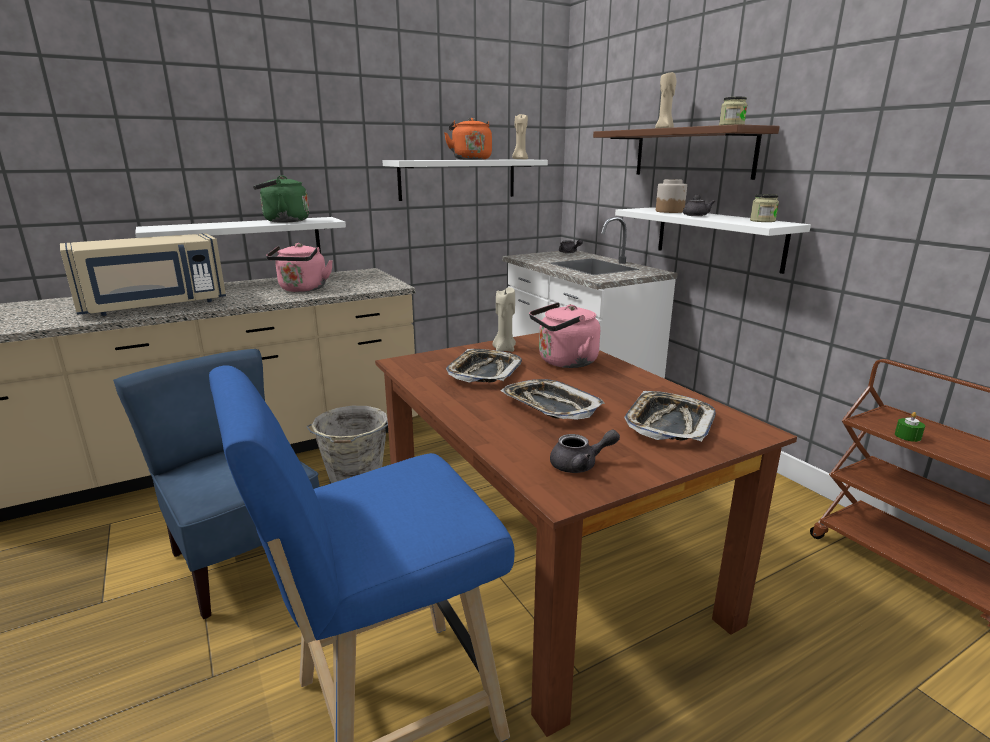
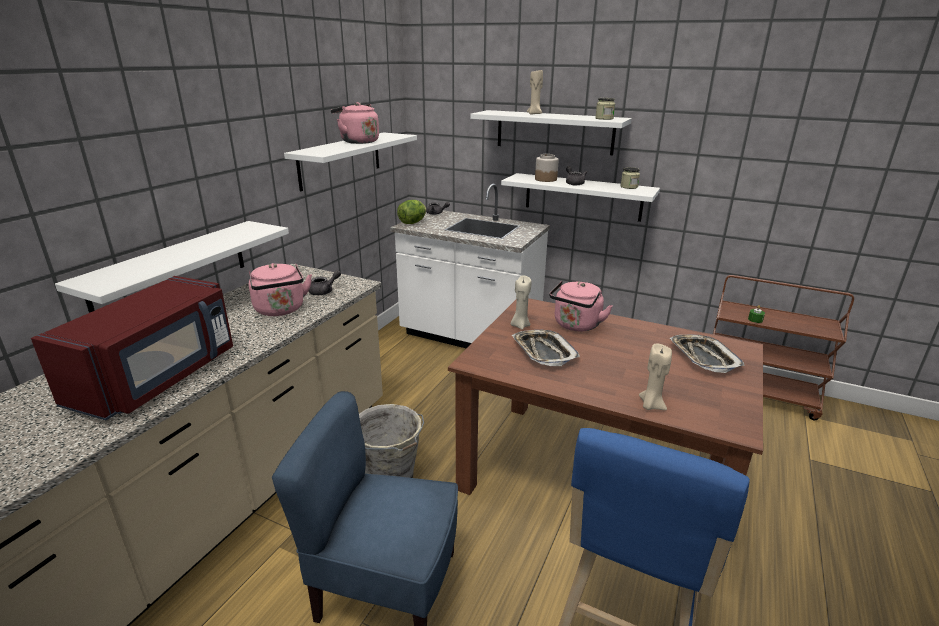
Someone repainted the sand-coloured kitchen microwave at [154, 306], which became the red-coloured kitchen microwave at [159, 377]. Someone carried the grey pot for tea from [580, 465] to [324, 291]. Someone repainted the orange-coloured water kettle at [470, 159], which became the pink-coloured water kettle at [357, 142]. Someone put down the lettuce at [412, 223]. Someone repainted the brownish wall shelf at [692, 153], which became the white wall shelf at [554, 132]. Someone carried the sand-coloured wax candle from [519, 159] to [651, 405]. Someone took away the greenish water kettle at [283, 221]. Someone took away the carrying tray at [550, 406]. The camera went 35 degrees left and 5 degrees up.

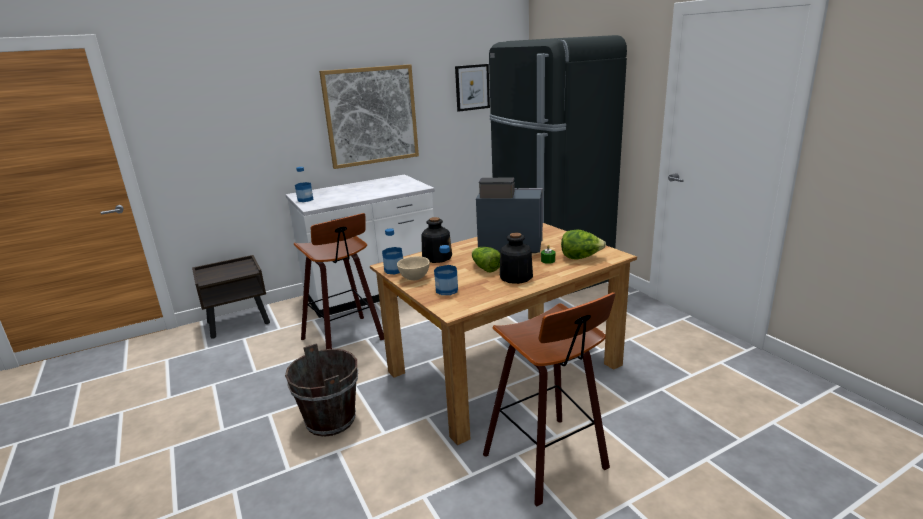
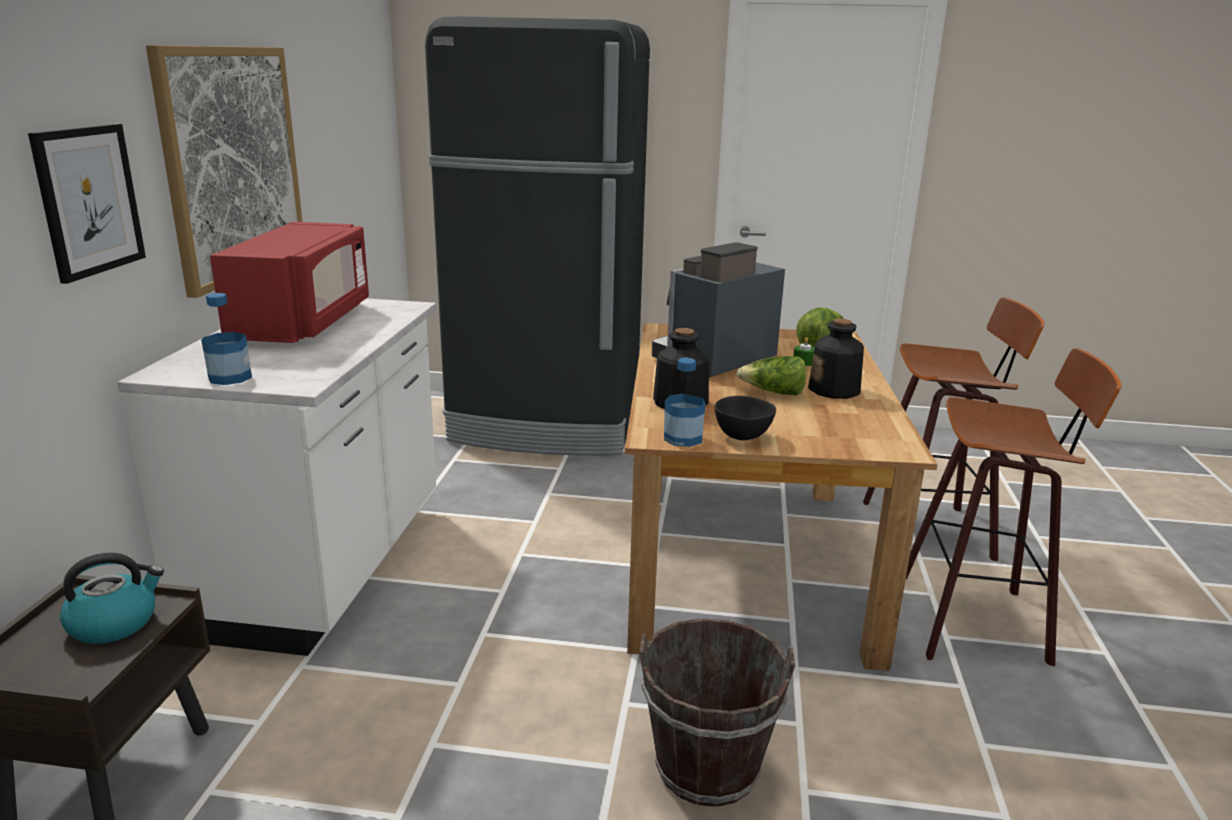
Someone carried the wall picture from [472, 87] to [89, 200]. Someone put down the water kettle at [114, 623]. Someone put down the red-coloured kitchen microwave at [304, 322]. Someone repainted the sand-coloured deep dish at [414, 278], which became the blackish deep dish at [743, 437]. Someone carried the sitting stool from [346, 339] to [931, 531]. Someone took away the bottle at [447, 290]. The camera went 55 degrees left and 0 degrees up.

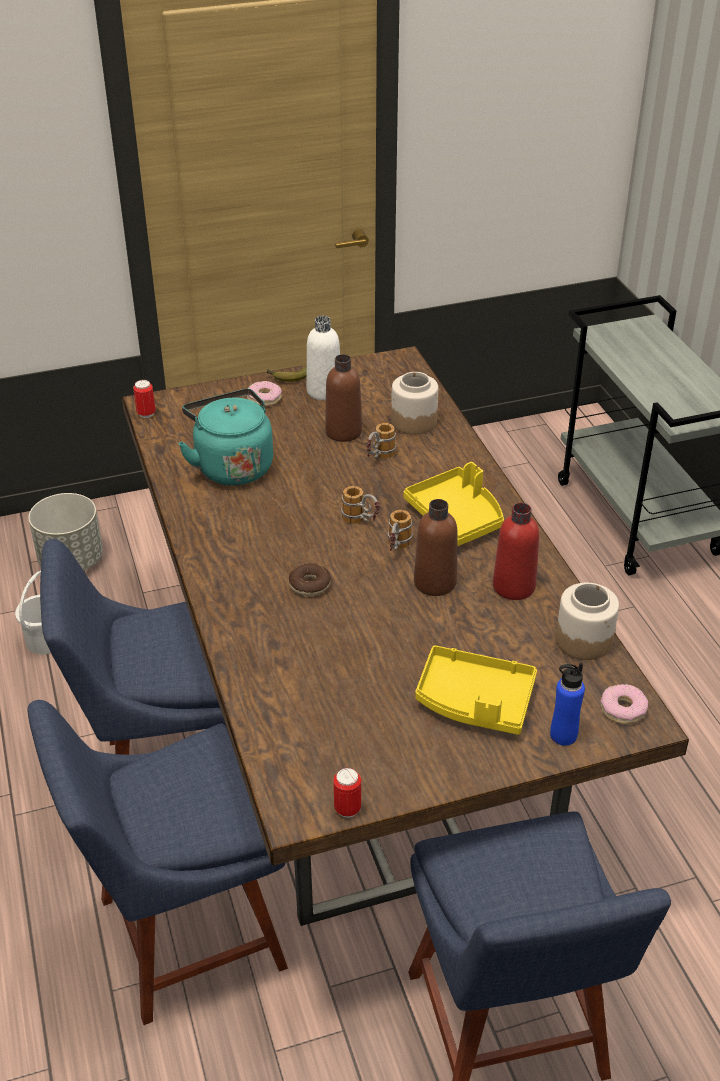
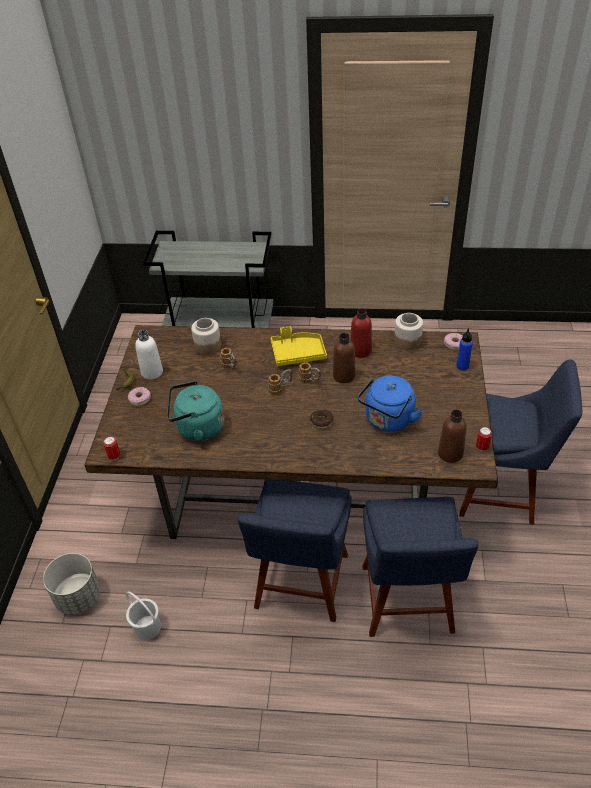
Someone put down the blue-coloured water kettle at [388, 421]. Someone carried the brownish bottle from [343, 432] to [450, 453]. Someone took away the yellow carrying tray at [474, 701]. The camera went 65 degrees left and 5 degrees up.

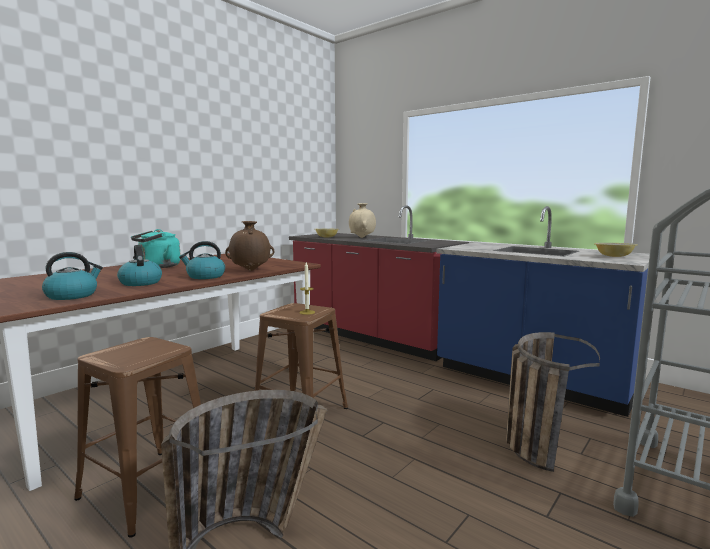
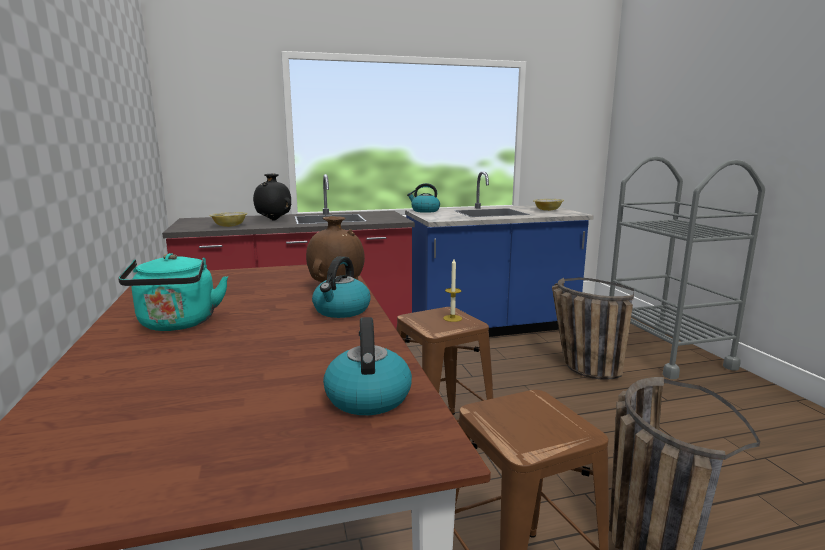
Someone repainted the sand-coloured flower vase at [362, 237], which became the blackish flower vase at [274, 220]. Someone carried the water kettle from [140, 283] to [424, 211]. The camera went 55 degrees left and 5 degrees up.

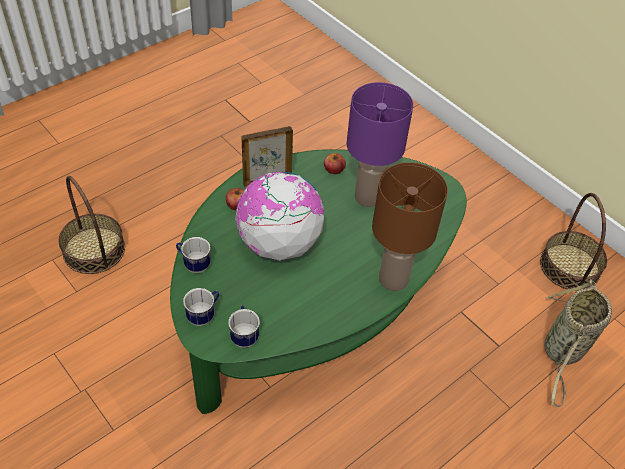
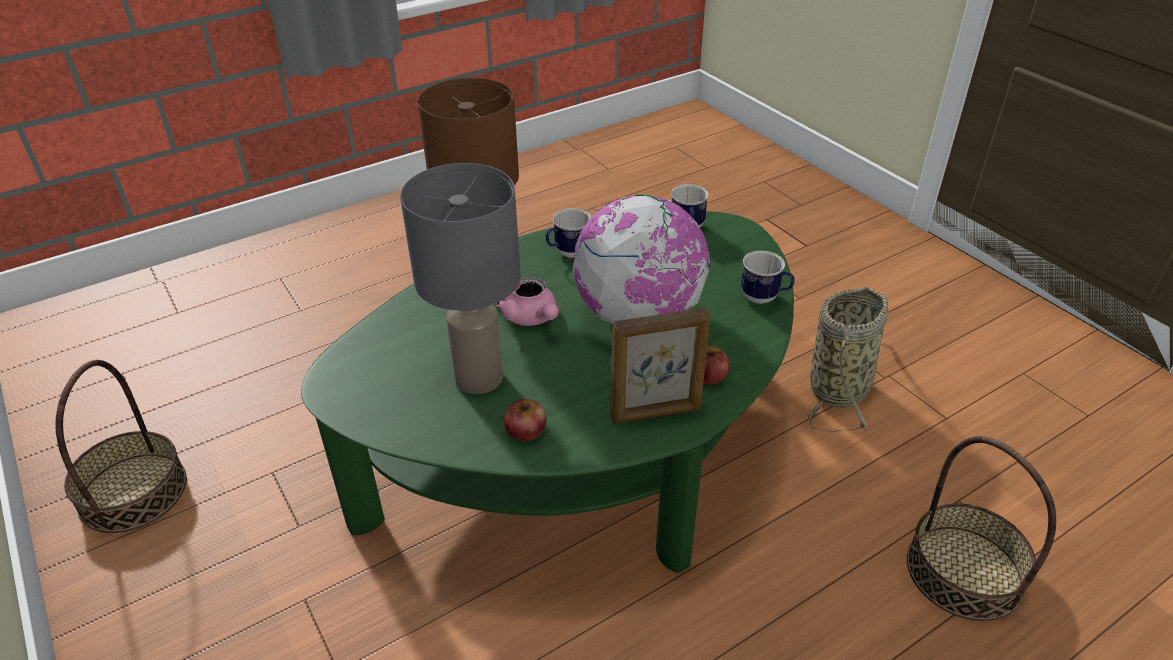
Someone repainted the purple-coloured table lamp at [368, 196], which became the grey table lamp at [477, 378]. Someone put down the pink-coloured pot for tea at [532, 318]. Someone carried the mug from [204, 315] to [568, 253]. Someone carried the household basket from [563, 352] to [840, 386]. The camera went 170 degrees left and 10 degrees down.

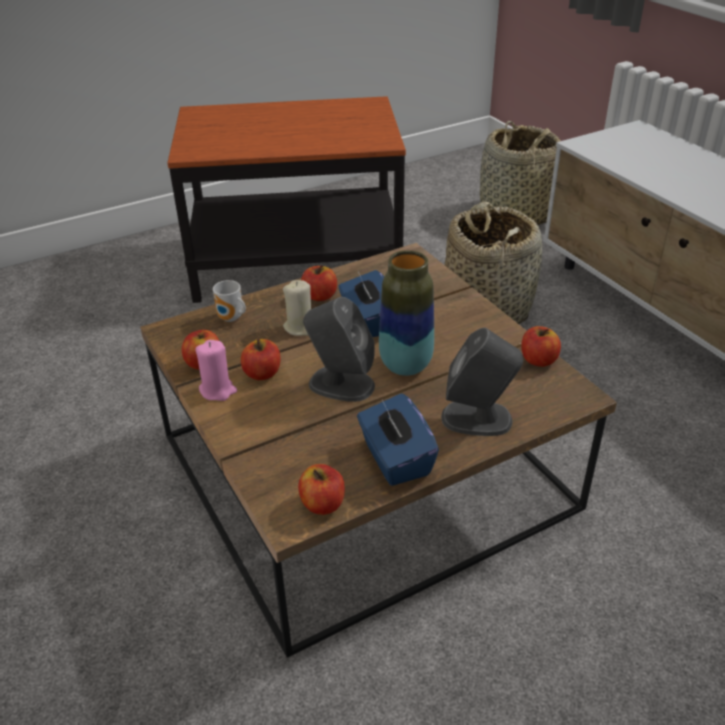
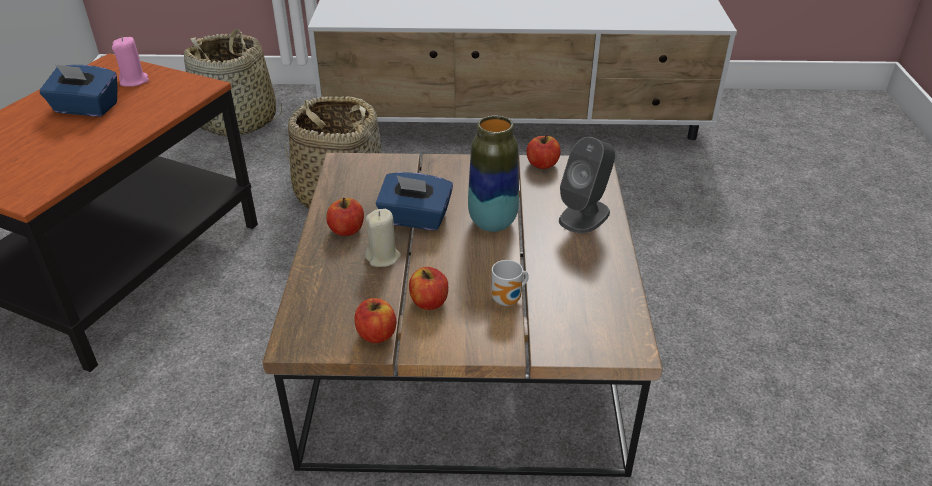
Someone carried the blue-coloured tissue box from [395, 459] to [86, 108]. Someone carried the pink-coloured wax candle from [218, 390] to [134, 81]. Someone carried the mug from [231, 319] to [509, 300]. Someone took away the apple at [323, 504]. Someone took away the grey audio speaker at [340, 384]. The camera went 60 degrees left and 0 degrees up.

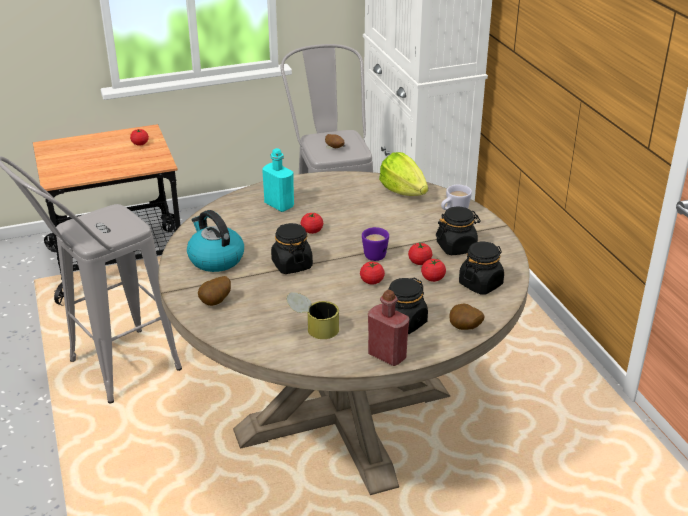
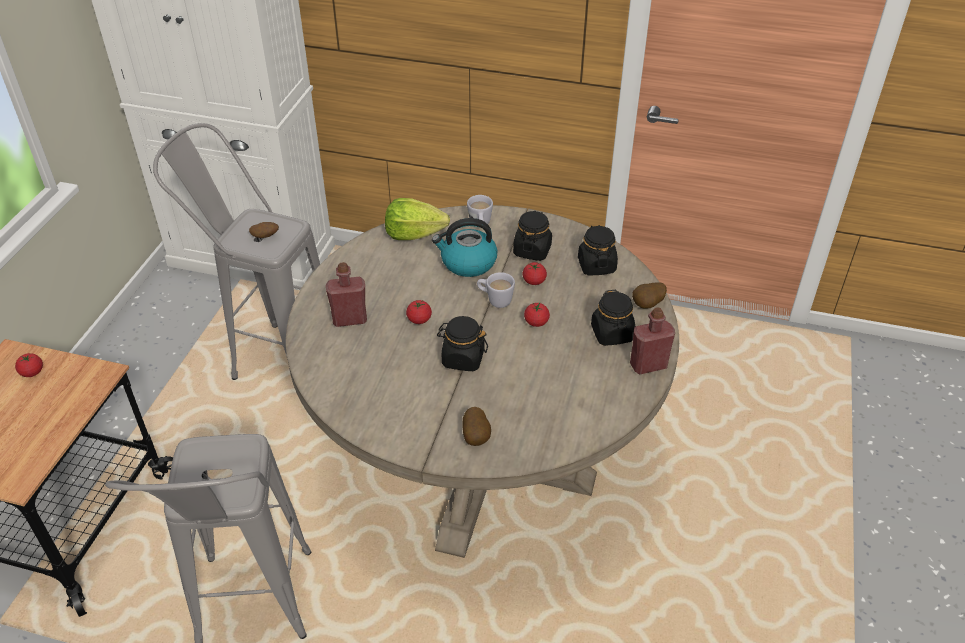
Someone repainted the blue-green bottle at [279, 205], which became the red-coloured bottle at [349, 319]. Someone carried the water kettle from [215, 259] to [467, 263]. Someone repainted the purple-coloured mug at [373, 253], which became the white mug at [495, 300]. Someone took away the metal can at [313, 328]. Someone took away the whole tomato at [433, 278]. The camera went 55 degrees left and 10 degrees up.

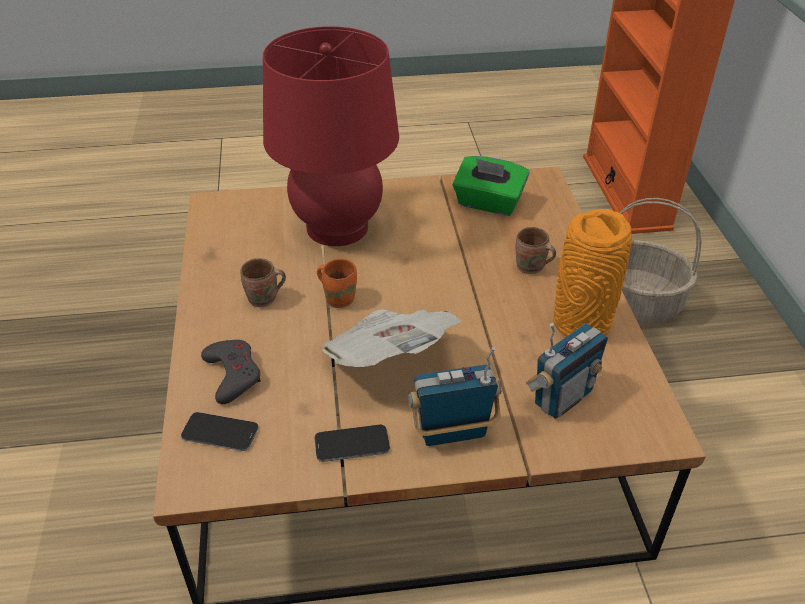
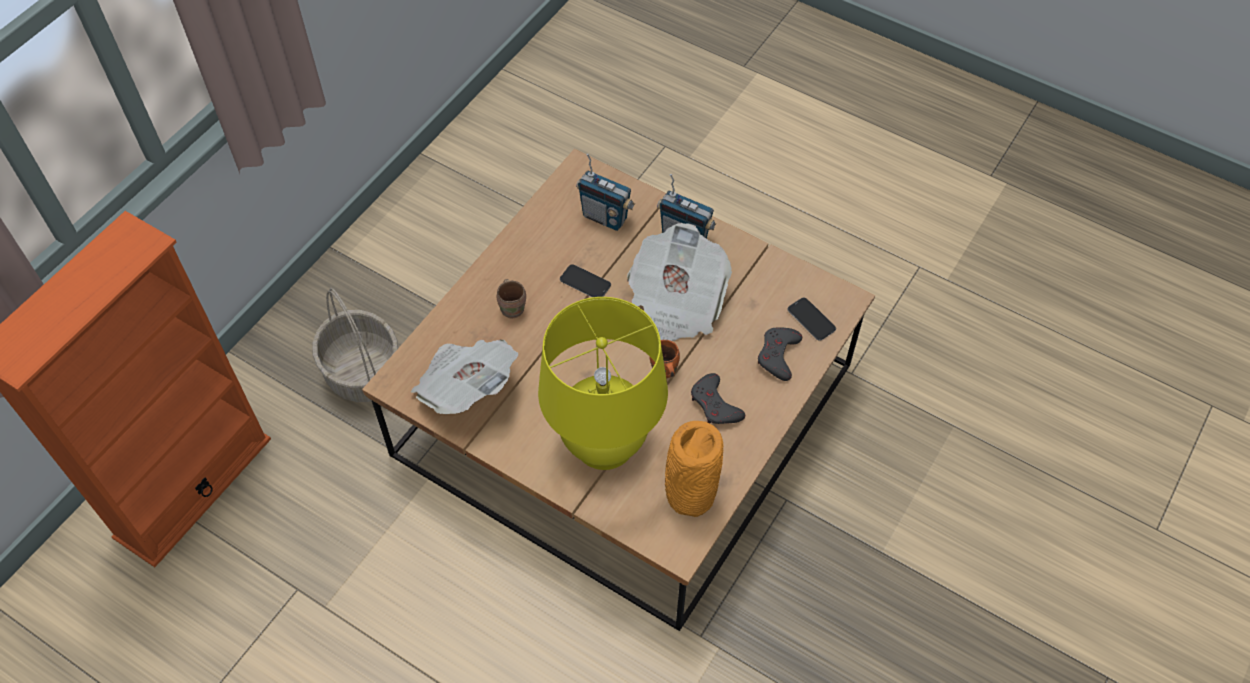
Someone swapped the greenish tissue box at [488, 203] for the printed paper at [466, 387]. Someone repainted the red-coloured table lamp at [337, 227], which became the yellow table lamp at [604, 443]. Someone carried the telephone from [352, 444] to [585, 283]. Someone rotated the radio receiver at [562, 397] by 150 degrees counterclockwise. Someone carried the orange-coloured flower vase from [581, 322] to [689, 496]. Someone swapped the brownish mug at [264, 300] for the grey gamepad at [715, 405]. The camera went 140 degrees left and 15 degrees up.

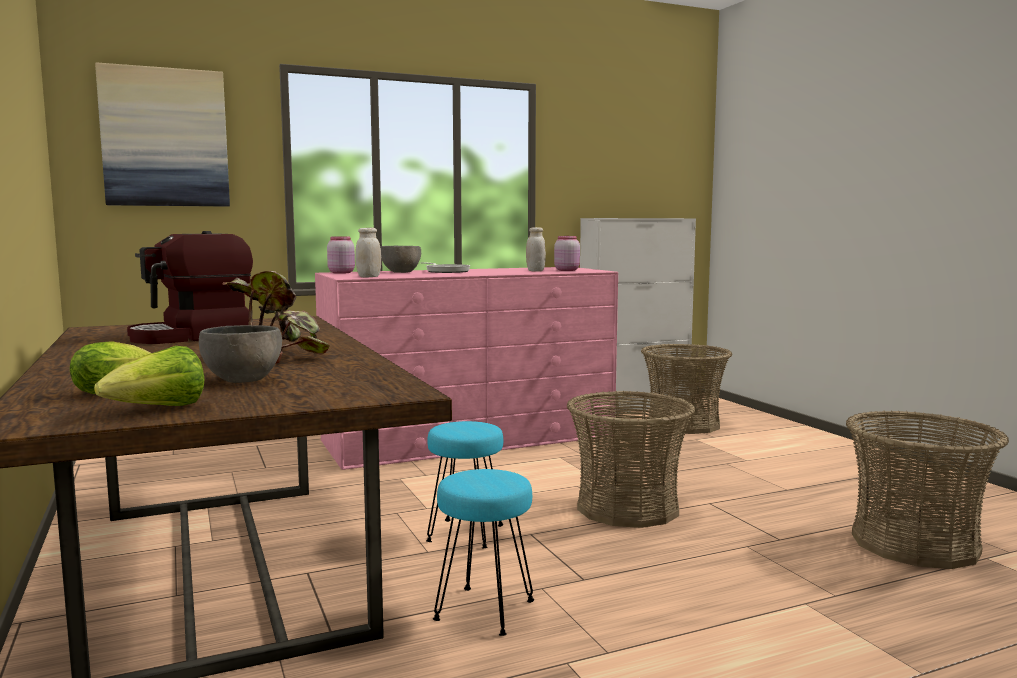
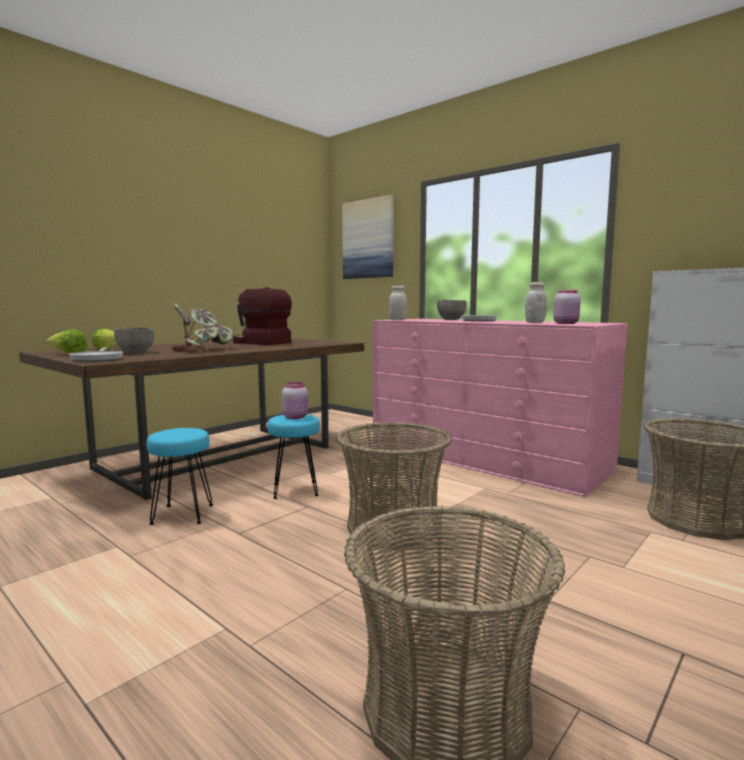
Someone put down the skillet at [98, 359]. Someone carried the pink-coloured storage jar from [341, 272] to [296, 417]. The camera went 65 degrees right and 0 degrees up.

